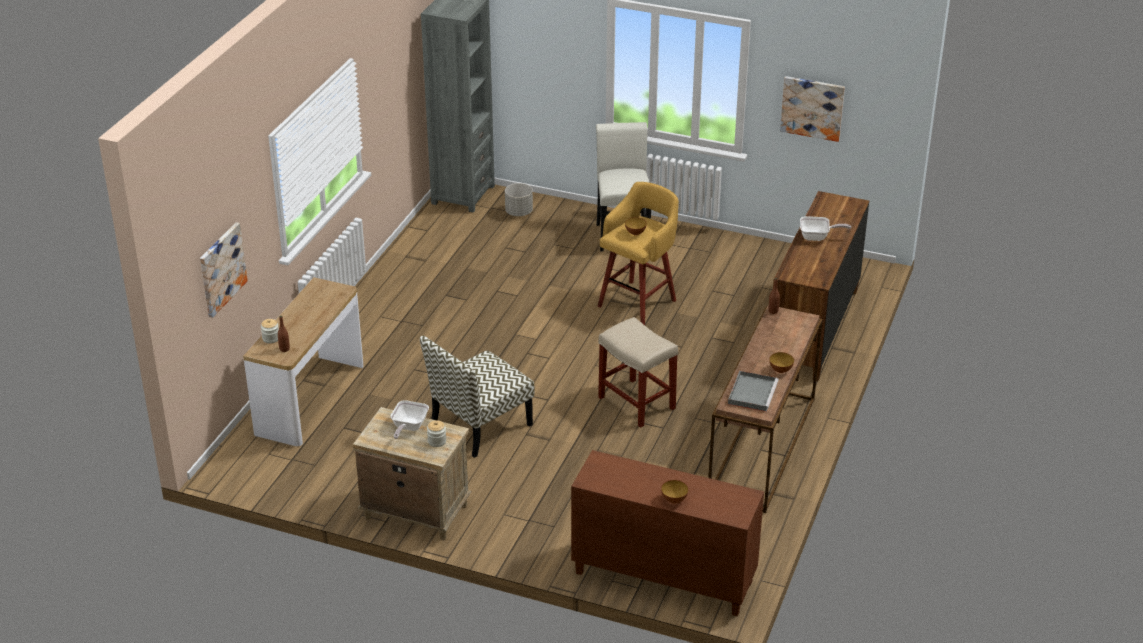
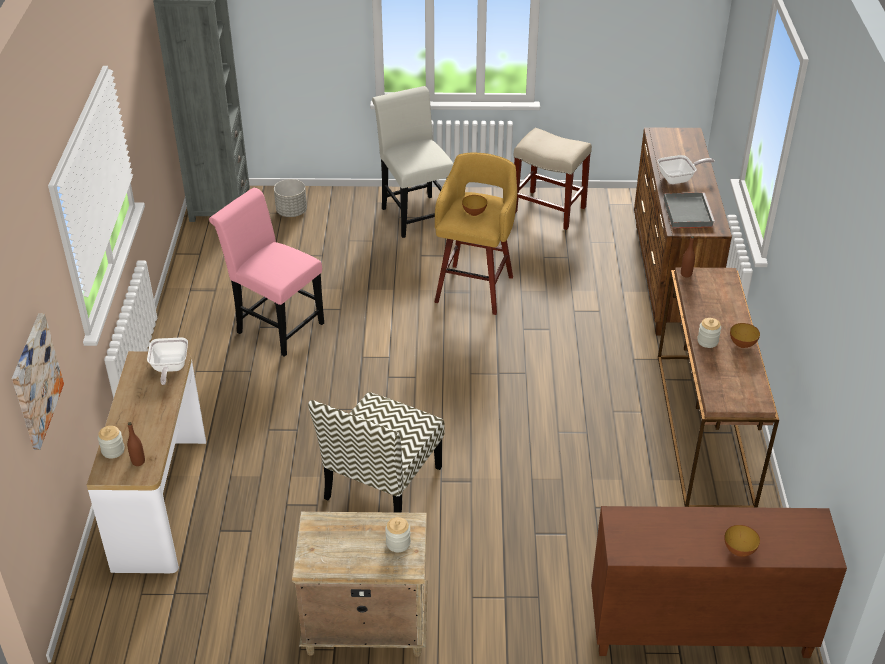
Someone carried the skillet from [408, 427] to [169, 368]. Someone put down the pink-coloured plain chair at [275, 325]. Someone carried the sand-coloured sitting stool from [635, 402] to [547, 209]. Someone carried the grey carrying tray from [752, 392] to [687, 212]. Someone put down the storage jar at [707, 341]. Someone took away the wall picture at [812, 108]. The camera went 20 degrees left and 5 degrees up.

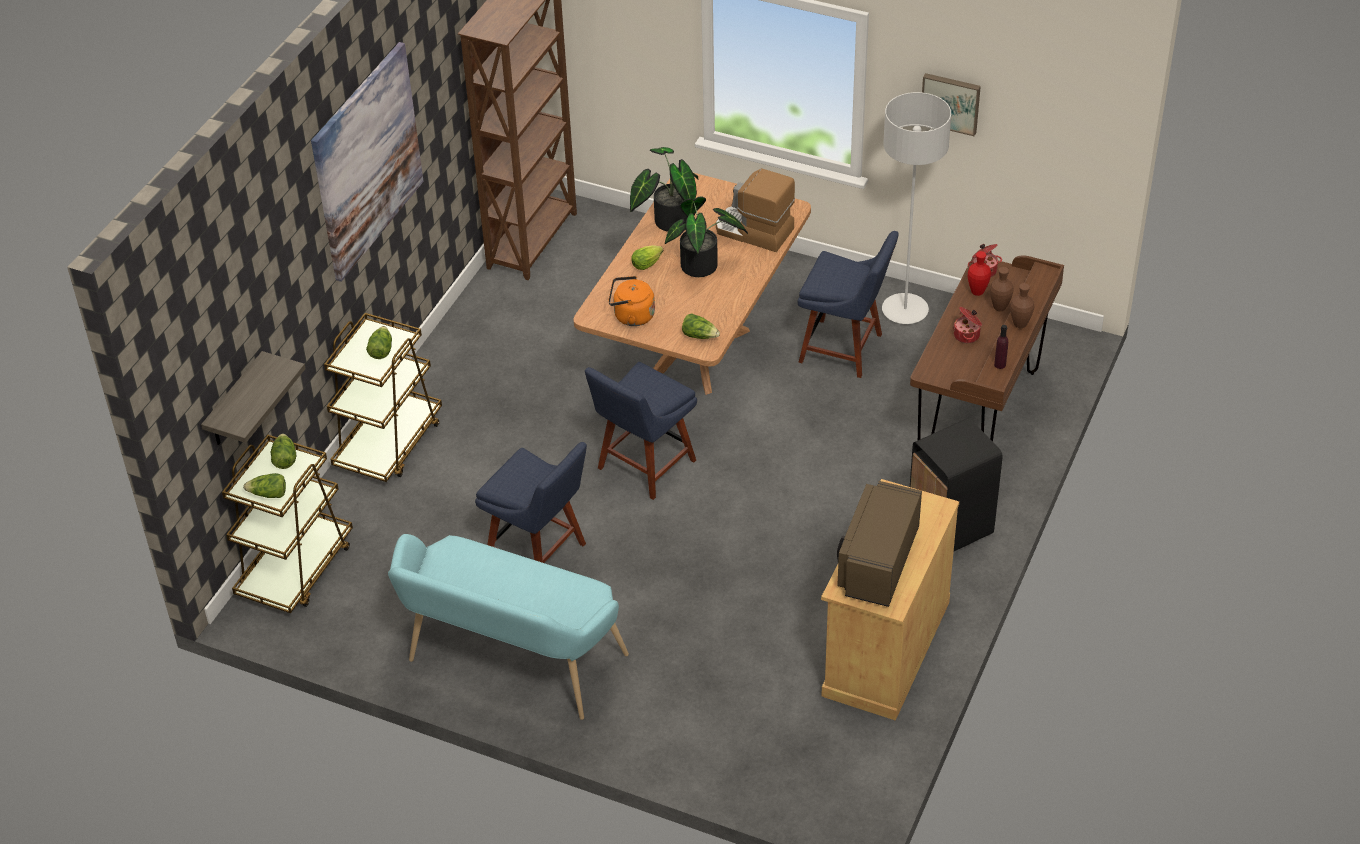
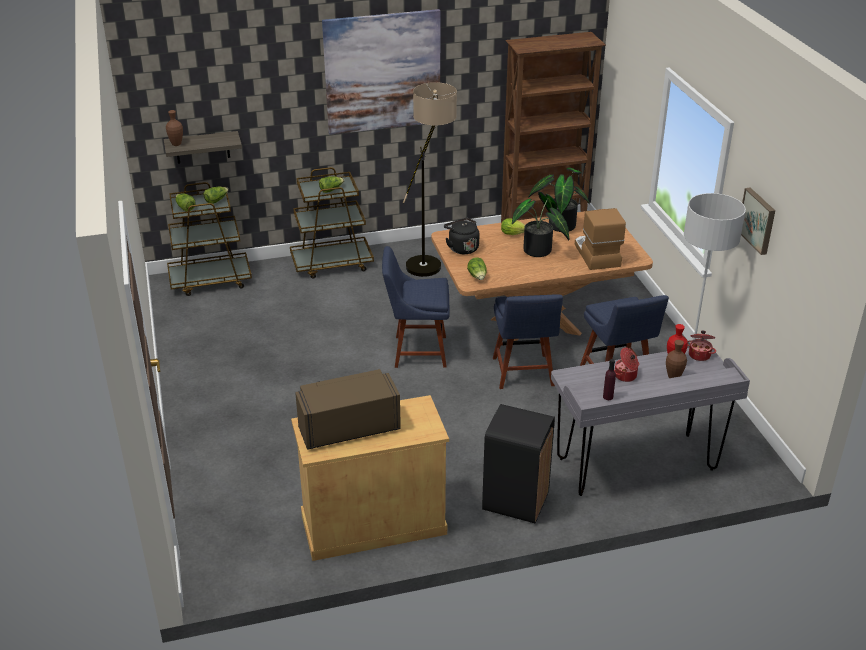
Someone carried the brownish flower vase from [1020, 324] to [176, 144]. Someone put down the standard lamp at [429, 260]. Someone repainted the orange-coloured water kettle at [631, 316], which became the blackish water kettle at [462, 248]. Someone carried the blue-coloured plain chair from [539, 555] to [523, 374]. Someone repainted the brownish desk table at [979, 417], which became the grey desk table at [636, 465]. Someone took away the blue-green bench at [510, 663]. The camera went 50 degrees right and 10 degrees down.

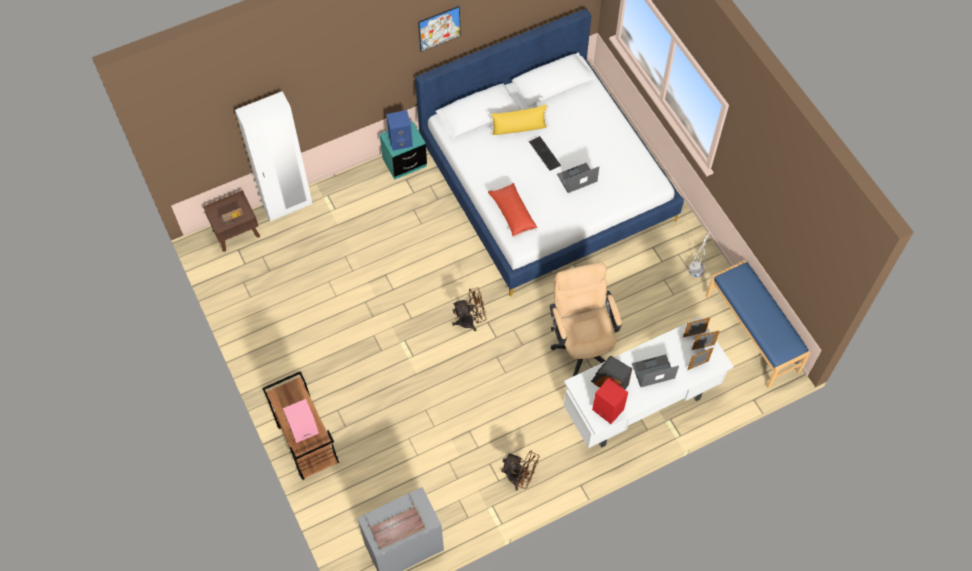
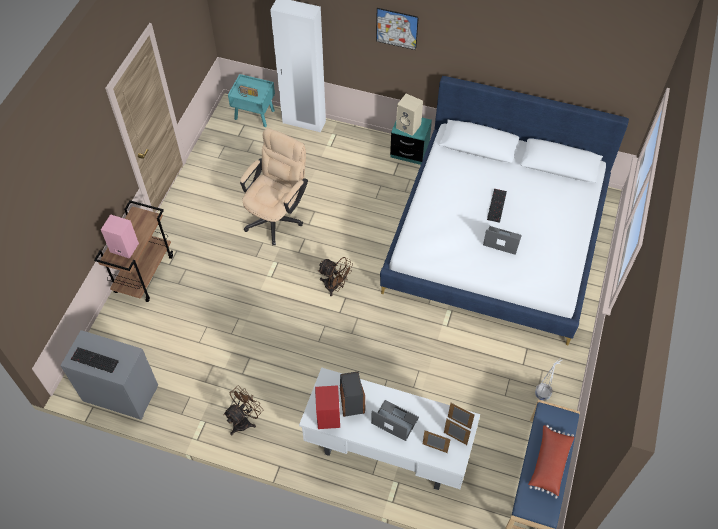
Someone swapped the brownish carrying tray at [397, 529] for the computer keyboard at [94, 360]. Someone rotated the brownish cooling fan at [519, 478] by 120 degrees counterclockwise. Someone repainted the brownish night table at [237, 233], which became the blue-green night table at [255, 115]. Someone carried the sand-coloured desk chair from [582, 343] to [277, 216]. Someone carried the wall picture from [439, 28] to [396, 28]. Someone repainted the blue-coloured audio speaker at [401, 140], which became the sand-coloured audio speaker at [409, 126]. Someone carried the red-coloured cushion from [512, 214] to [549, 463]. Someone took away the yellow cushion at [519, 128]. The camera went 45 degrees right and 5 degrees down.

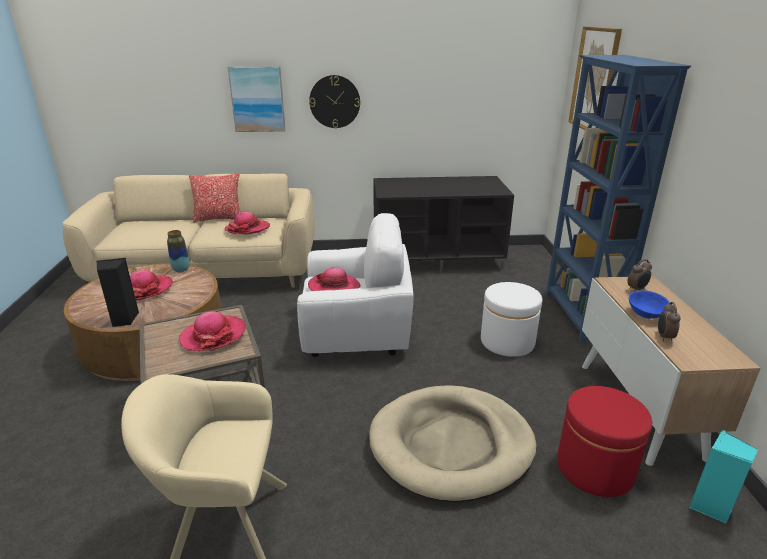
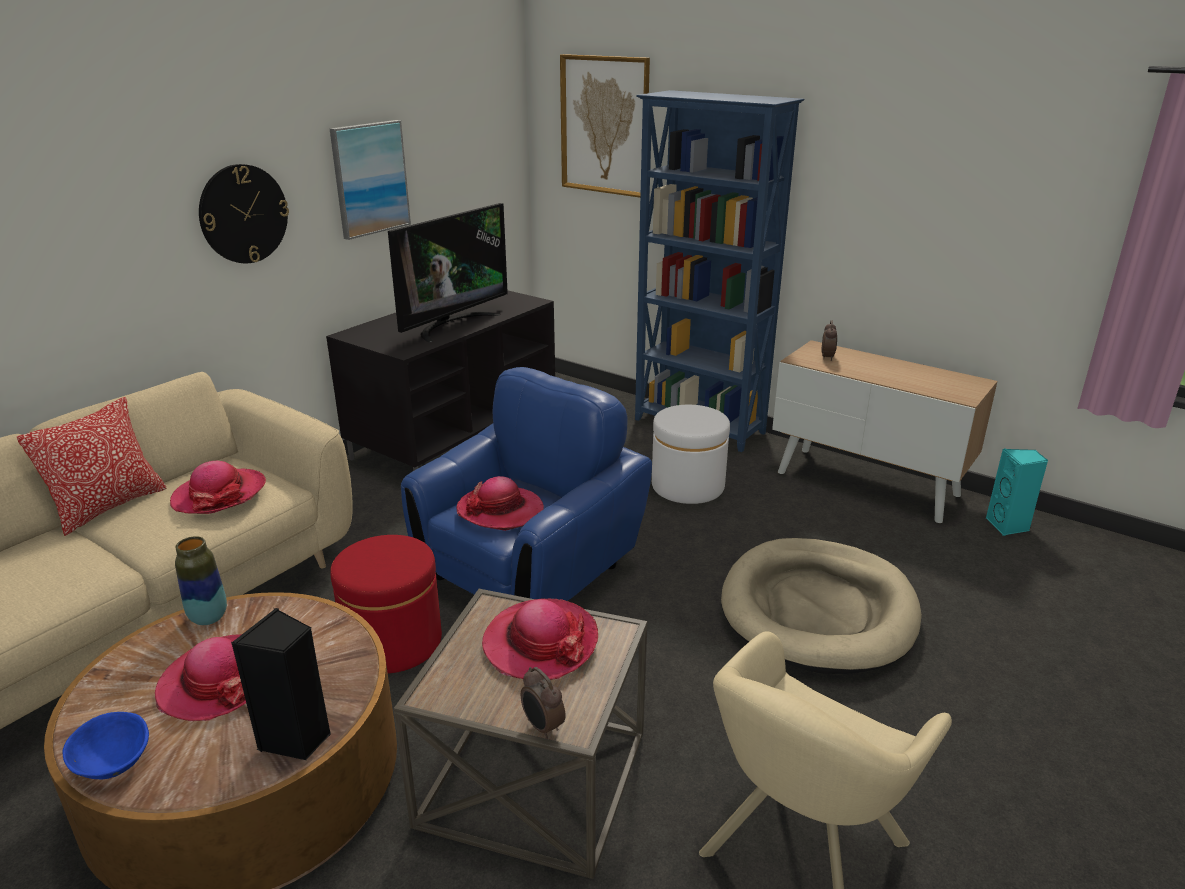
Someone carried the blue-coloured deep dish from [645, 314] to [113, 764]. Someone carried the wall picture from [257, 99] to [370, 178]. Someone carried the red-coloured ottoman from [595, 468] to [393, 642]. Someone put down the TV at [452, 325]. Someone repainted the white armchair at [357, 333], which became the blue-coloured armchair at [529, 569]. Someone carried the bedside clock from [664, 337] to [542, 727]. The camera went 50 degrees left and 0 degrees up.

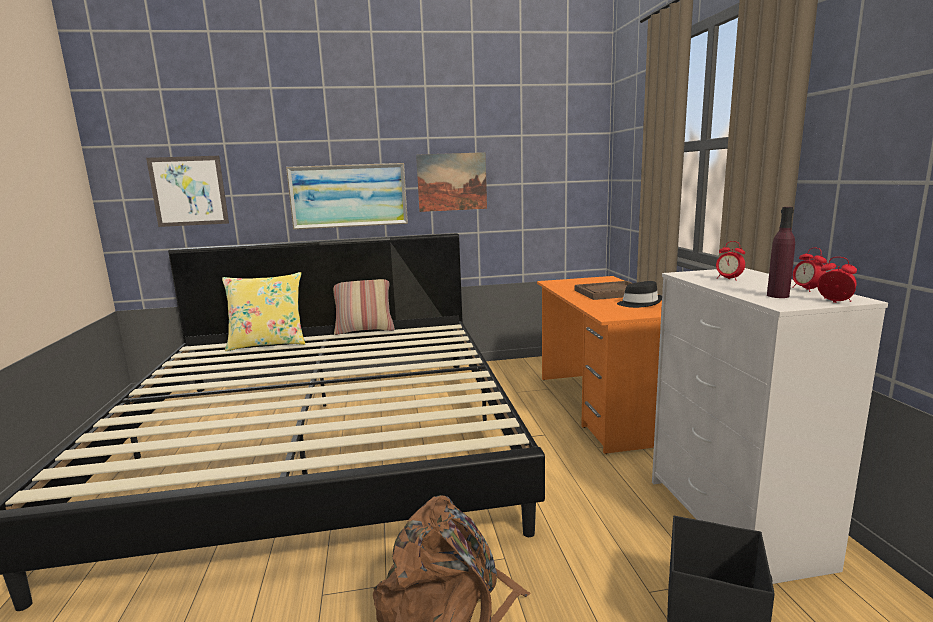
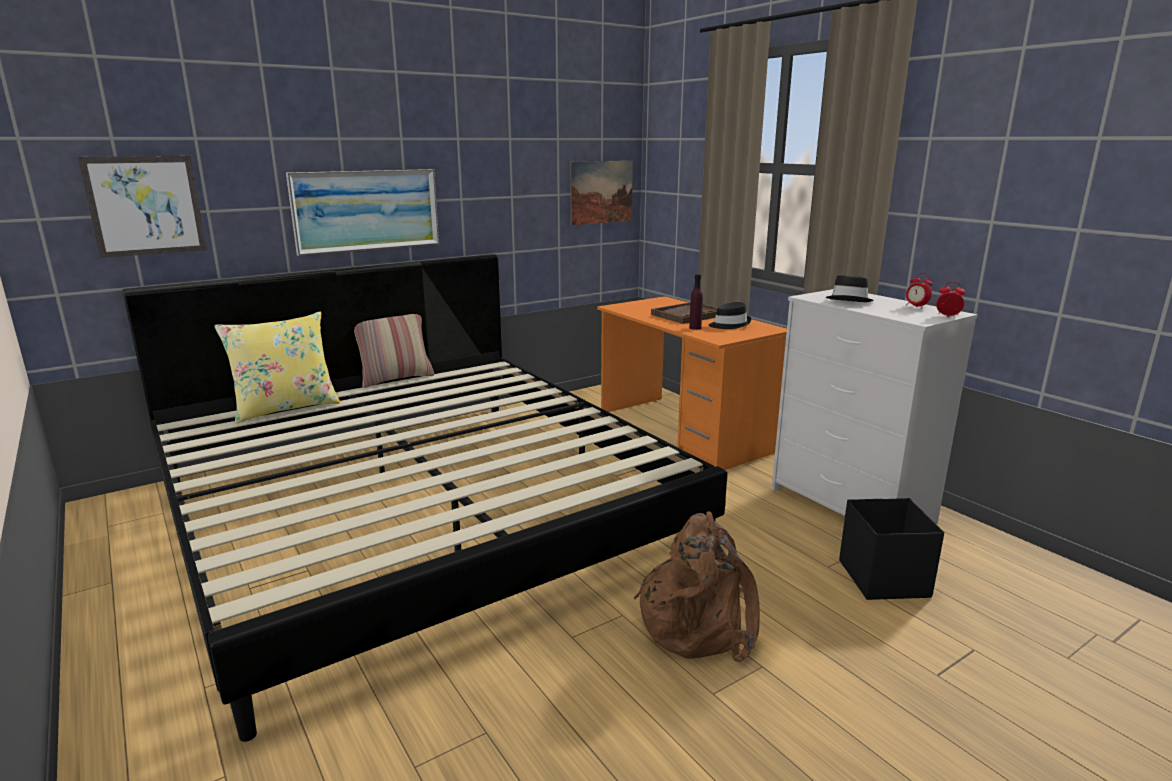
Someone carried the wall picture from [452, 182] to [601, 192]. Someone carried the purple-coloured bottle from [777, 296] to [695, 328]. Someone swapped the bedside clock at [728, 279] for the blackish clothing hat at [849, 300]. The camera went 25 degrees left and 5 degrees up.

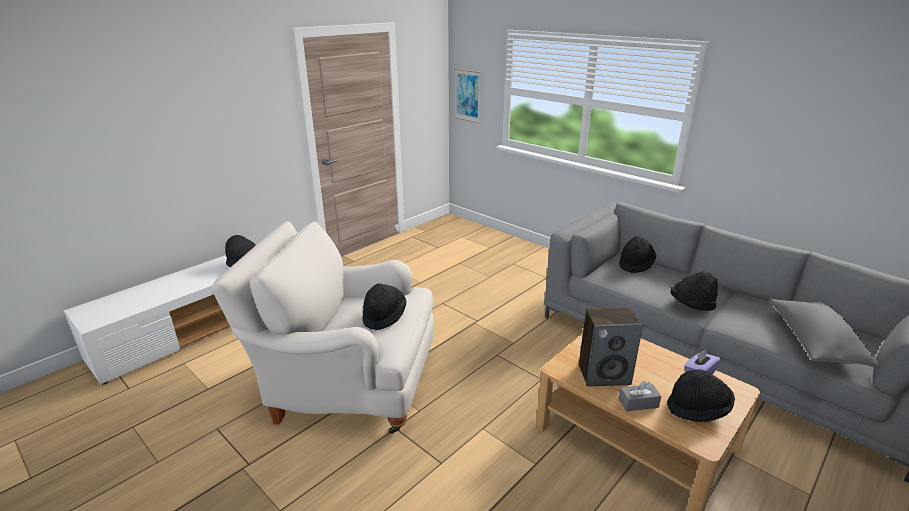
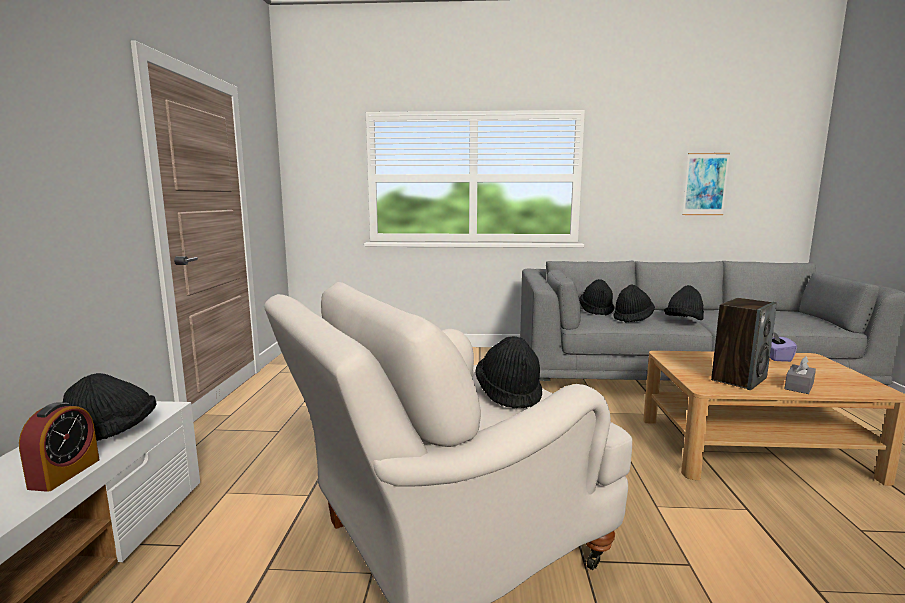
Someone put down the bedside clock at [65, 473]. Someone carried the blackish clothing hat from [698, 409] to [632, 318]. Someone carried the wall picture from [467, 95] to [705, 184]. Someone took away the grey cushion at [814, 343]. The camera went 40 degrees left and 15 degrees down.

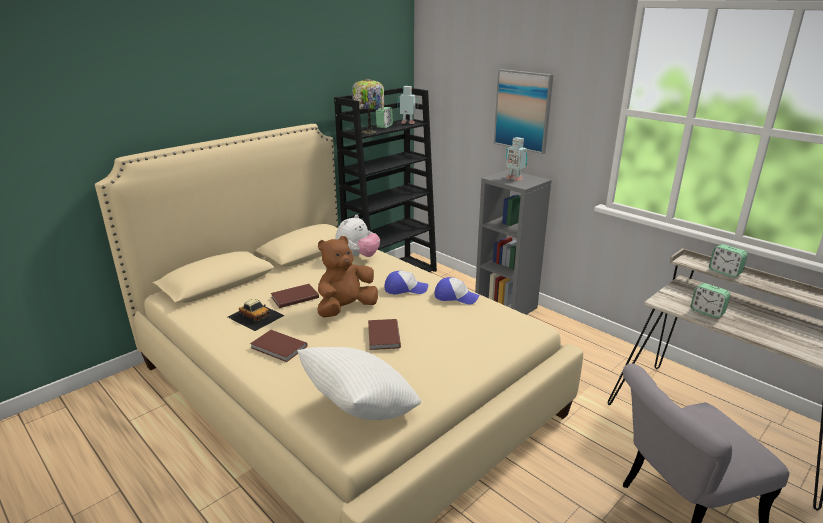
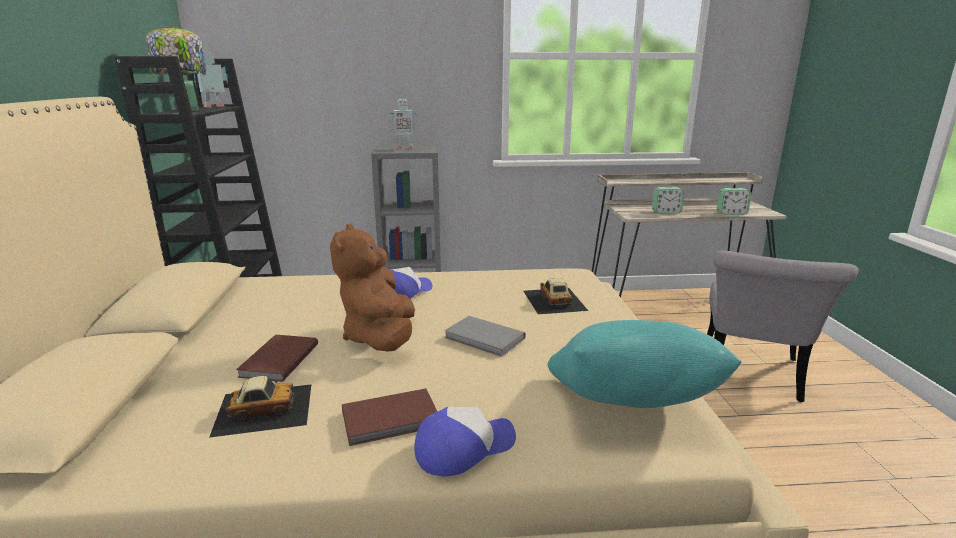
Someone carried the baseball cap from [455, 297] to [464, 448]. Someone repainted the brownish volume at [382, 336], which became the grey volume at [484, 339]. Someone put down the model car at [554, 300]. Someone repainted the white cushion at [360, 410], which became the blue-green cushion at [628, 410]. Someone carried the bedside clock from [724, 272] to [731, 213]. Someone took away the soft toy at [357, 257]. Someone took away the wall picture at [523, 110]. The camera went 50 degrees left and 5 degrees down.

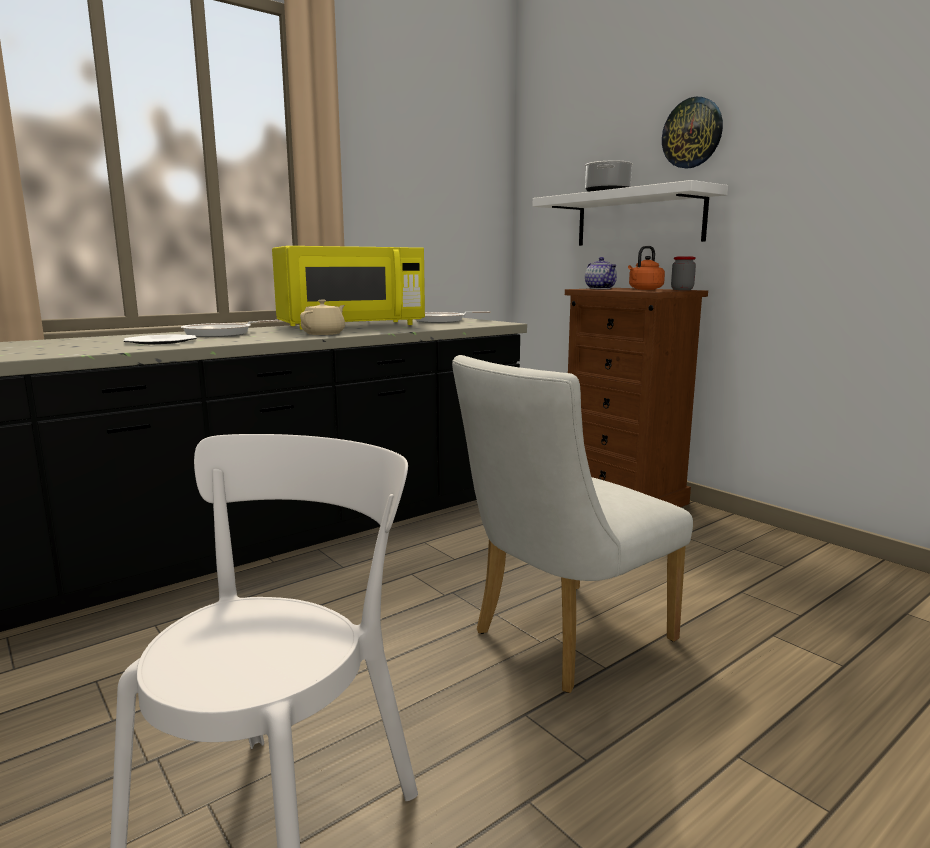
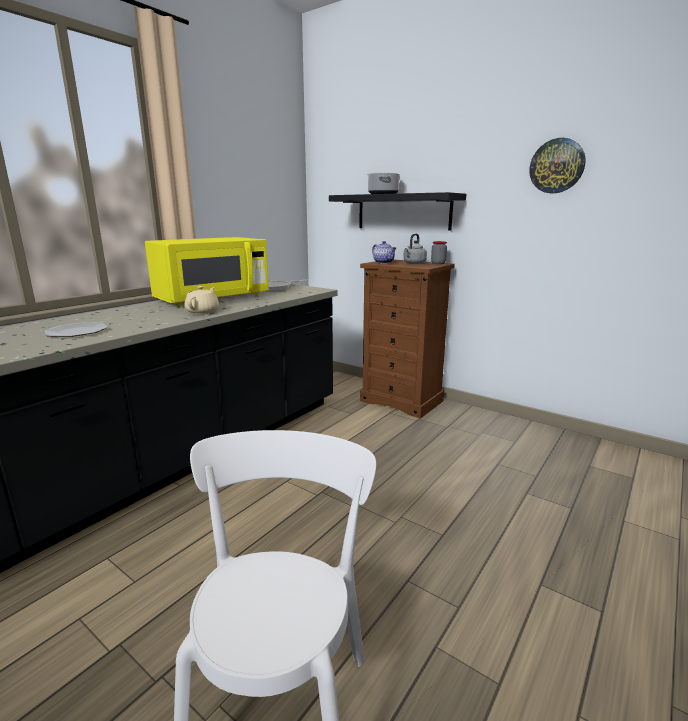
Someone repainted the white wall shelf at [638, 219], which became the blackish wall shelf at [403, 212]. Someone repainted the orange-coloured water kettle at [644, 289], which became the grey water kettle at [413, 263]. Someone carried the hanging clock from [692, 133] to [557, 166]. Someone took away the skillet at [222, 334]. Someone took away the white plain chair at [562, 640]. The camera went 15 degrees left and 5 degrees up.

